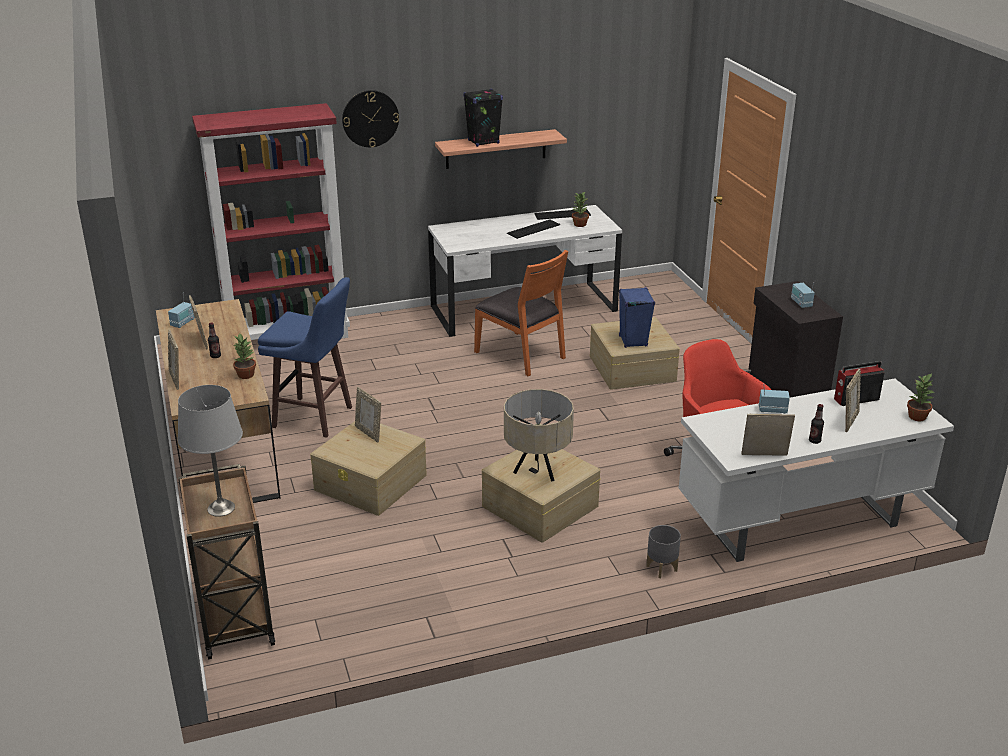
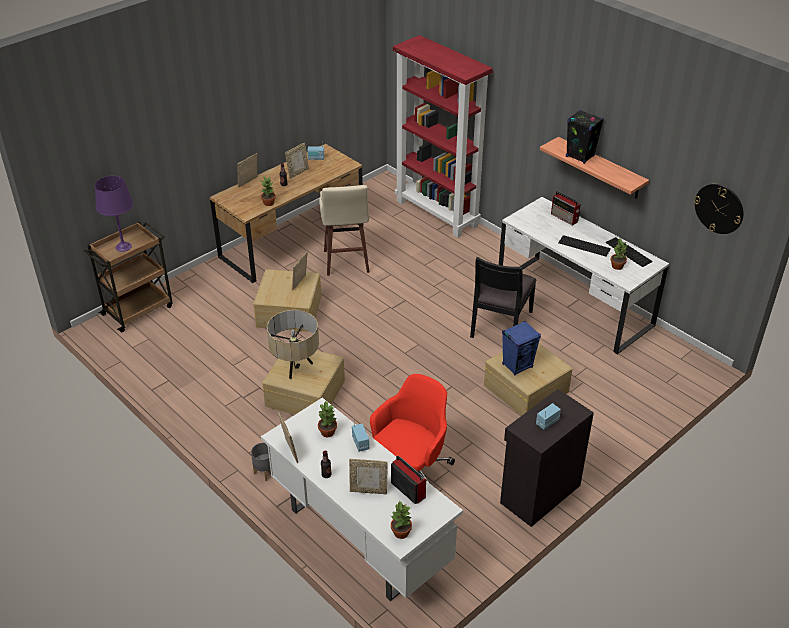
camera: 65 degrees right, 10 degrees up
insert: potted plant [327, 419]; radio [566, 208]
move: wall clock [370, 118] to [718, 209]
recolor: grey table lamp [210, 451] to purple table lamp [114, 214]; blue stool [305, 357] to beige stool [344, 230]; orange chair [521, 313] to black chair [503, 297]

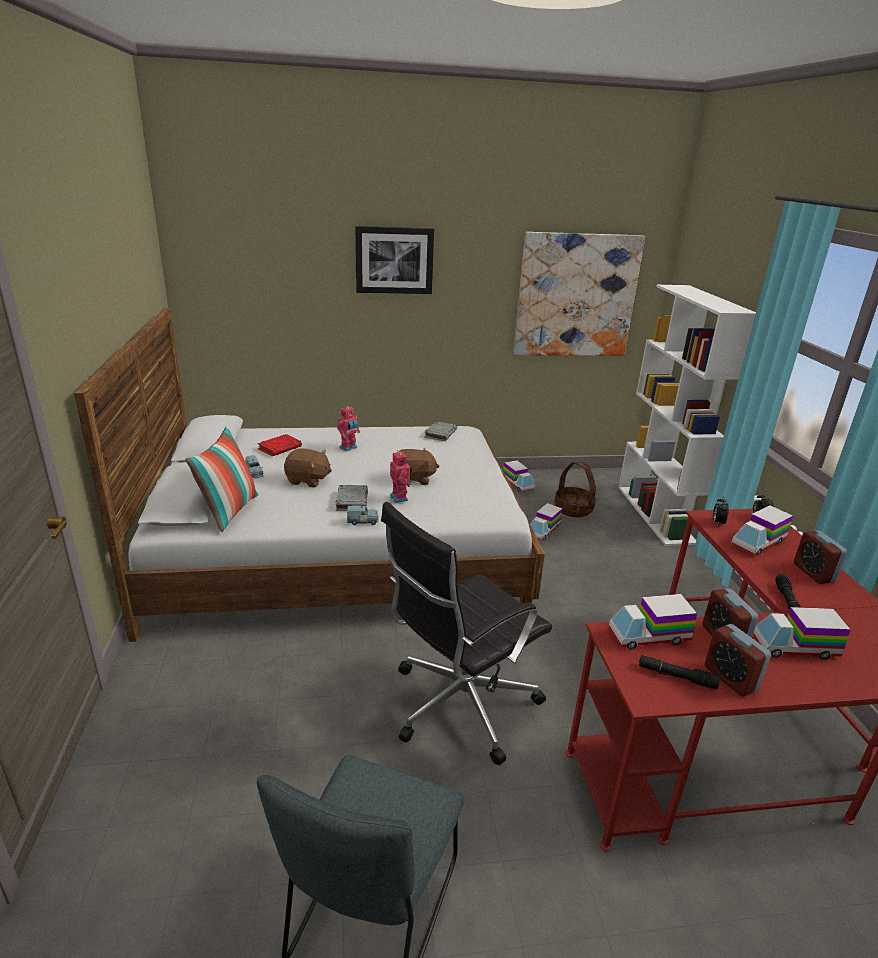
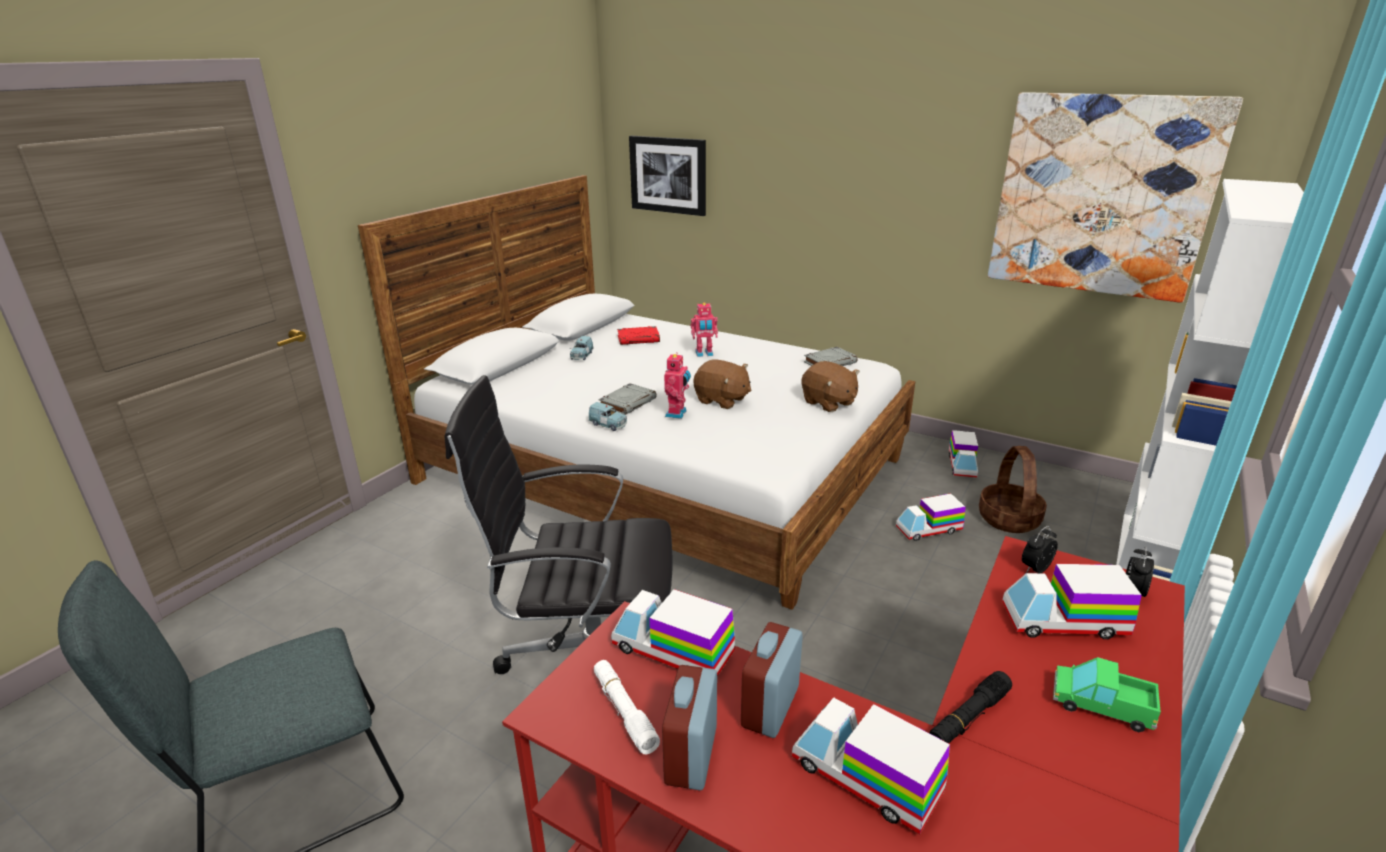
camera: 40 degrees right, 0 degrees up
delete: pillow [221, 479]
move: brown plush toy [308, 467] to [831, 386]; picture [394, 260] to [667, 176]
replace: alarm clock [820, 557] to toy truck [1107, 694]
recolor: black flashlight [679, 672] to white flashlight [627, 707]

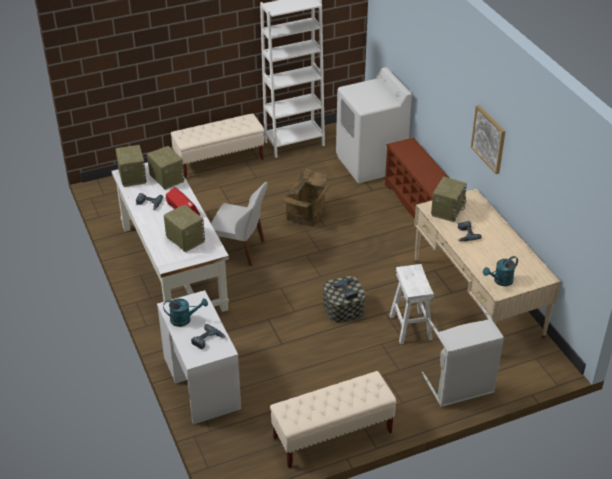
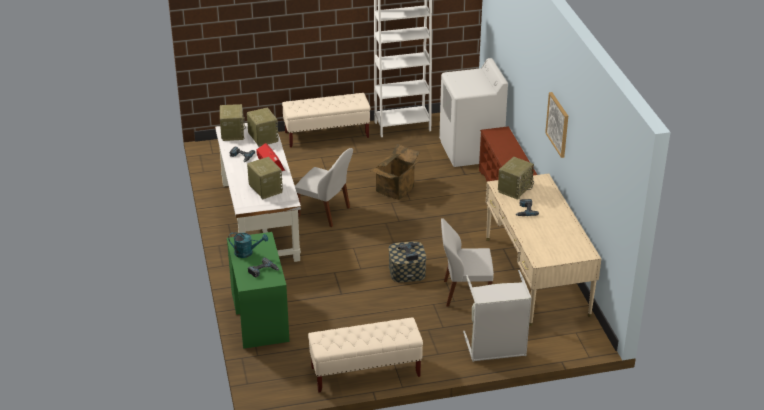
camera: 10 degrees right, 5 degrees down
delete: turquoise watering can [500, 271]
replace: white stool [412, 304] to white chair [467, 262]
recolor: white desk [199, 357] to green desk [258, 290]

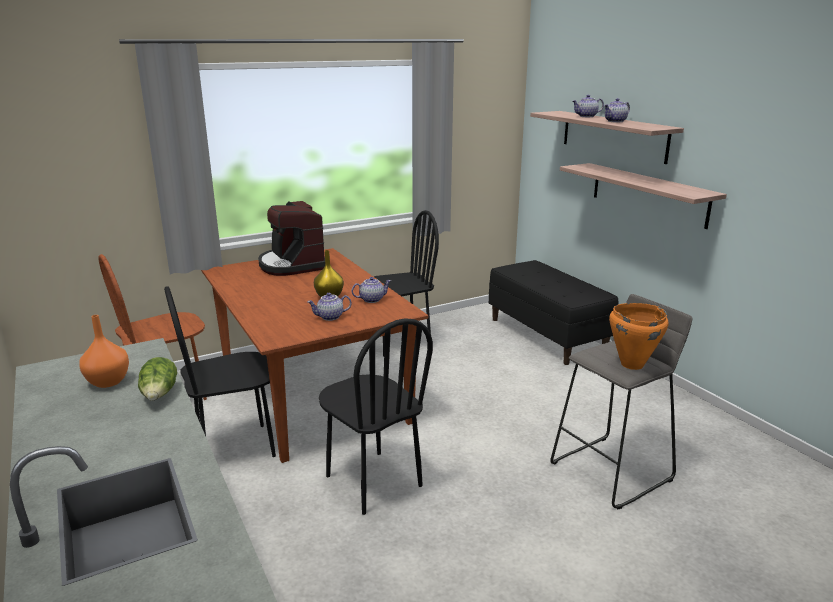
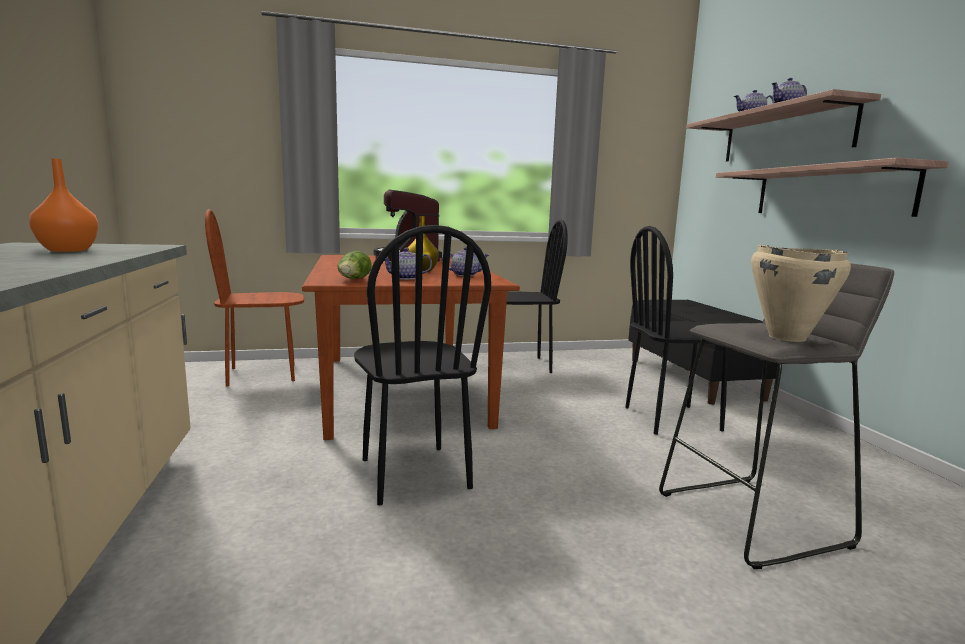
camera: 15 degrees right, 10 degrees down
move: lettuce [157, 379] to [354, 265]; black chair [220, 371] to [676, 330]
recolor: orange cooking pot [638, 336] to beige cooking pot [801, 293]

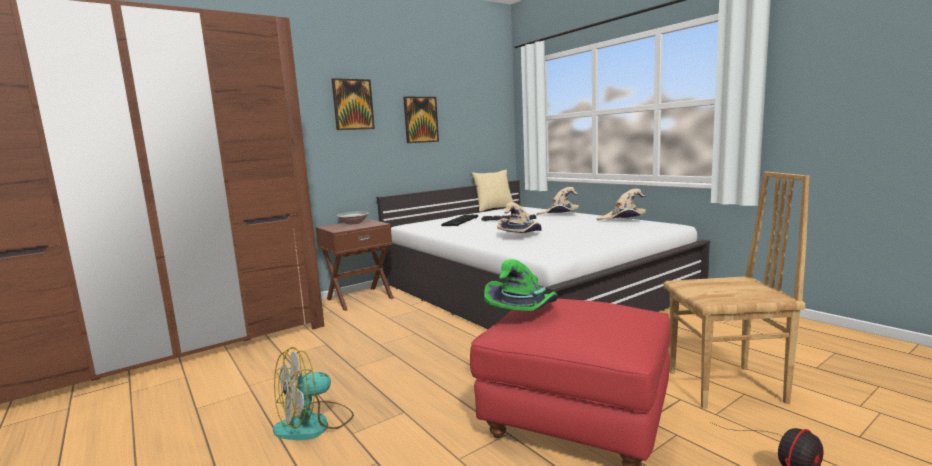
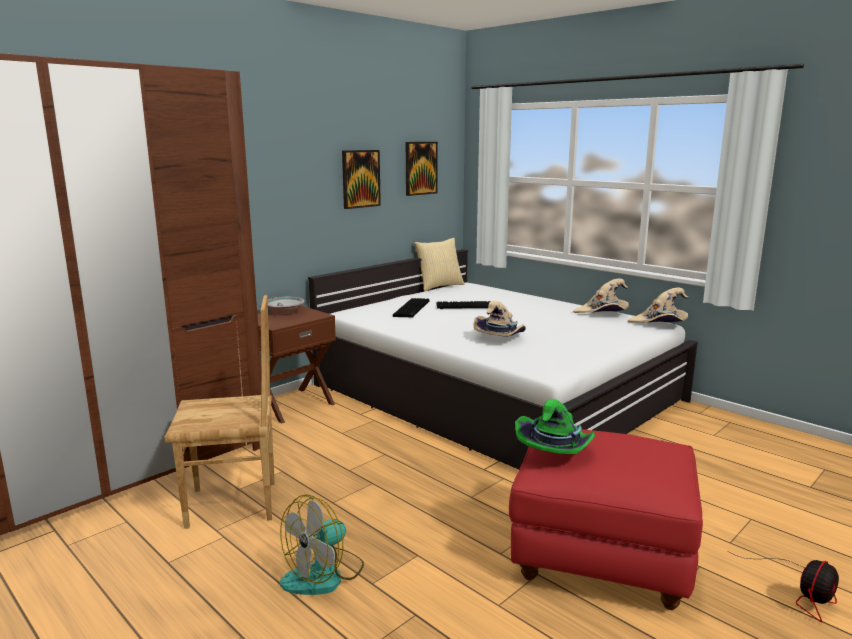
camera: 10 degrees left, 5 degrees up
move: picture [353, 104] to [422, 169]; beige hat [557, 201] to [658, 305]; brown chair [736, 290] to [219, 412]

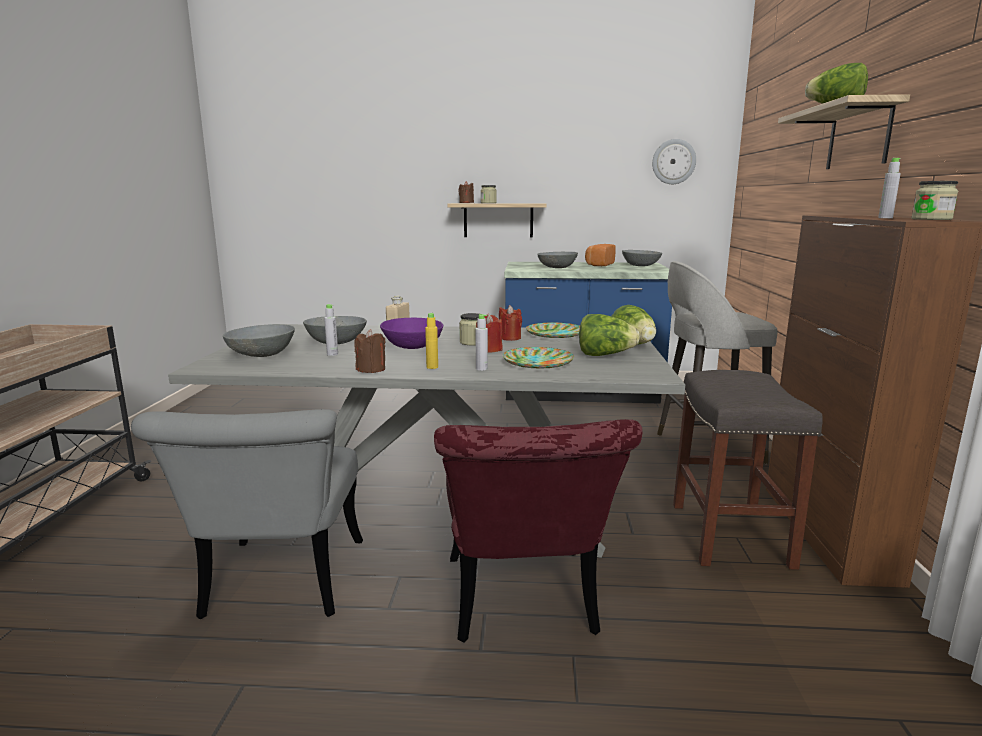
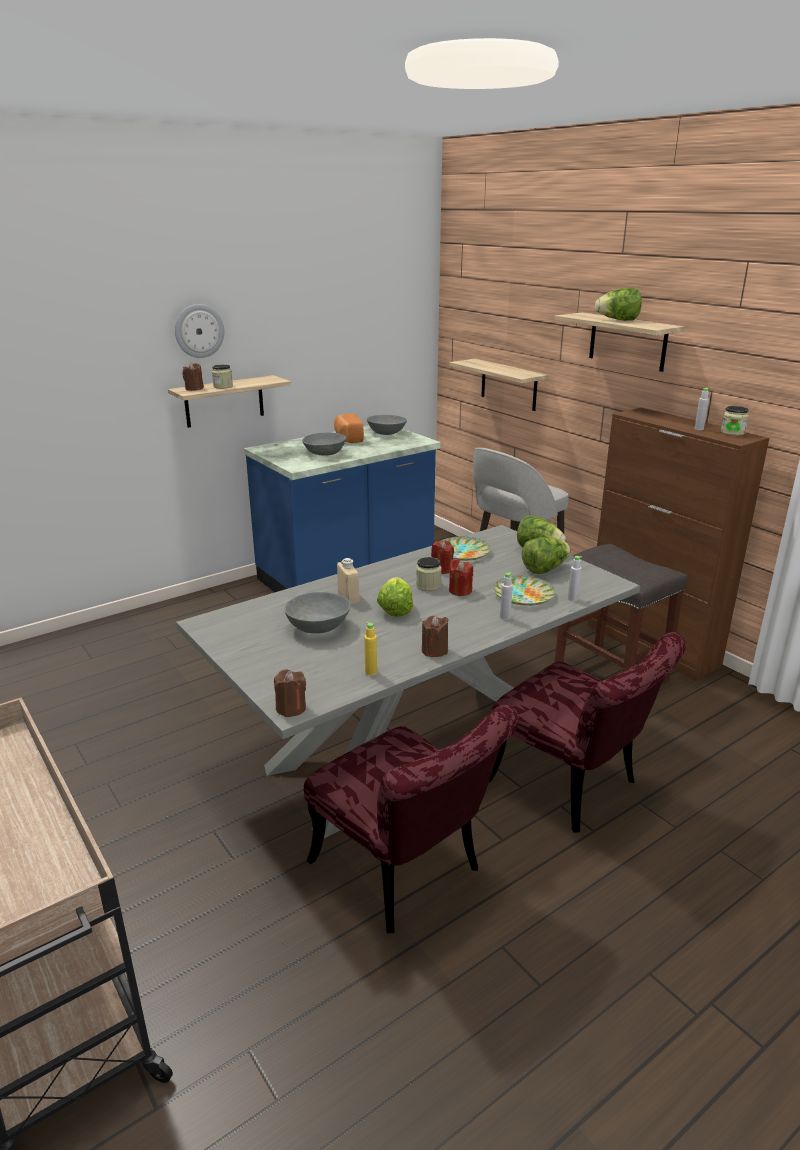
camera: 40 degrees left, 10 degrees up
delete: grey bowl [259, 340]
insert: brown candle [290, 693]; shelf [499, 385]
move: grey bottle [331, 330] to [575, 578]; yellow bottle [431, 341] to [370, 648]; wall clock [674, 161] to [199, 331]
replace: purple bowl [411, 333] to lettuce [395, 597]
recolor: grey chair [247, 514] to red chair [411, 819]

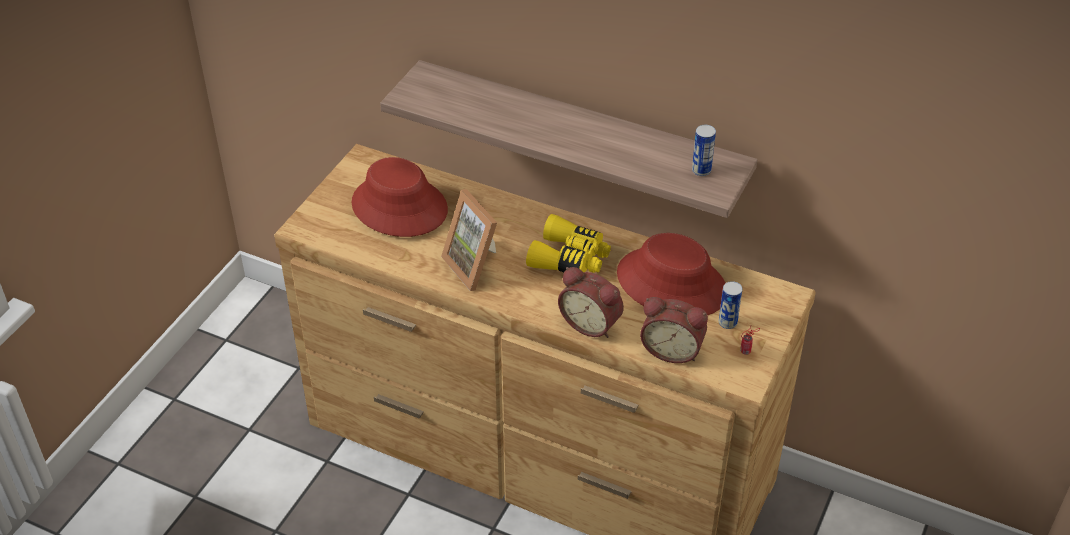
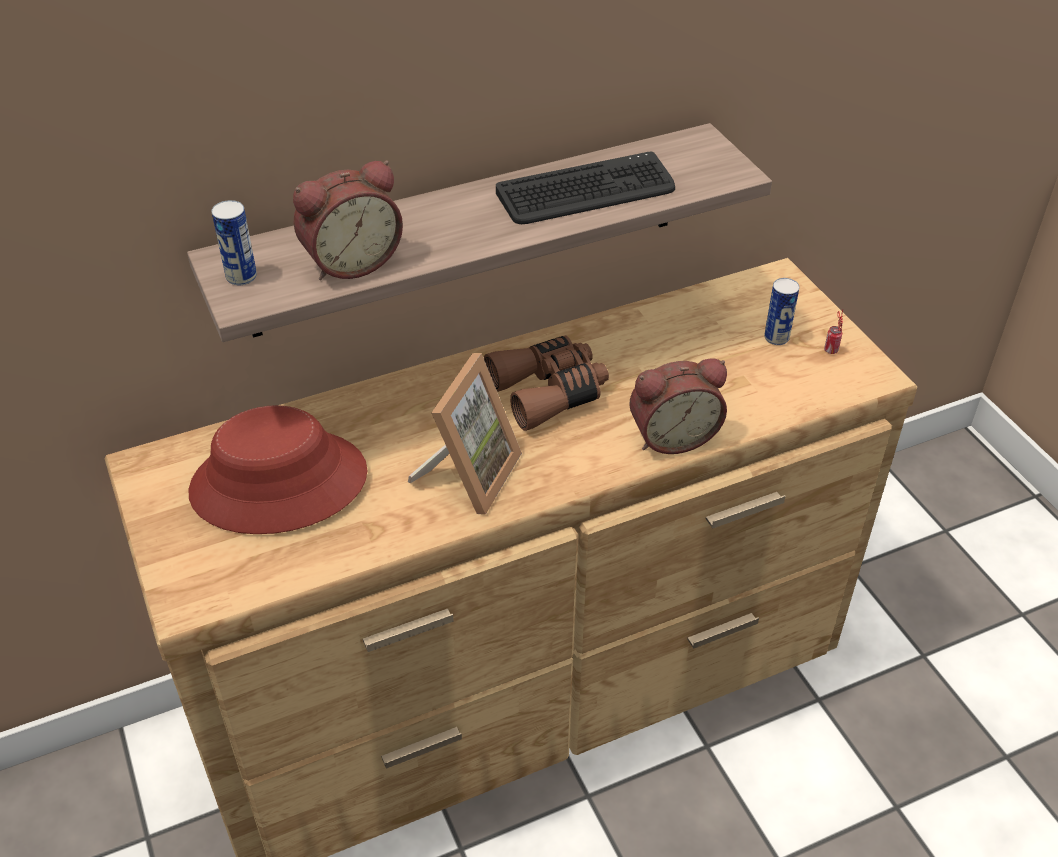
camera: 50 degrees left, 0 degrees up
delete: red hat [671, 274]
insert: keyboard [585, 188]
move: alarm clock [674, 330] to [348, 220]; can [704, 150] to [234, 242]
recolor: yellow binoculars [568, 243] to brown binoculars [546, 383]
rotate: picture frame [469, 240] = [465, 434] 75 degrees counterclockwise

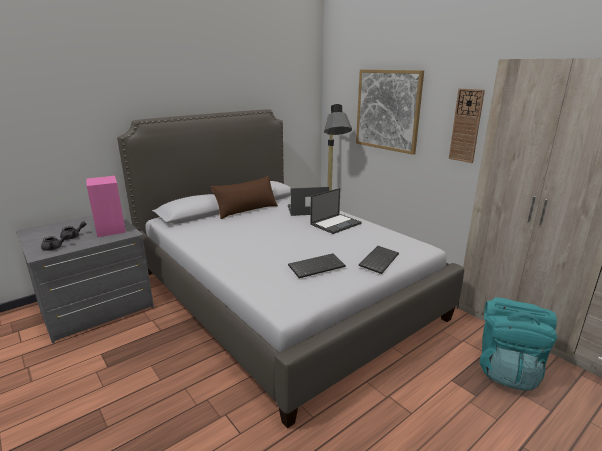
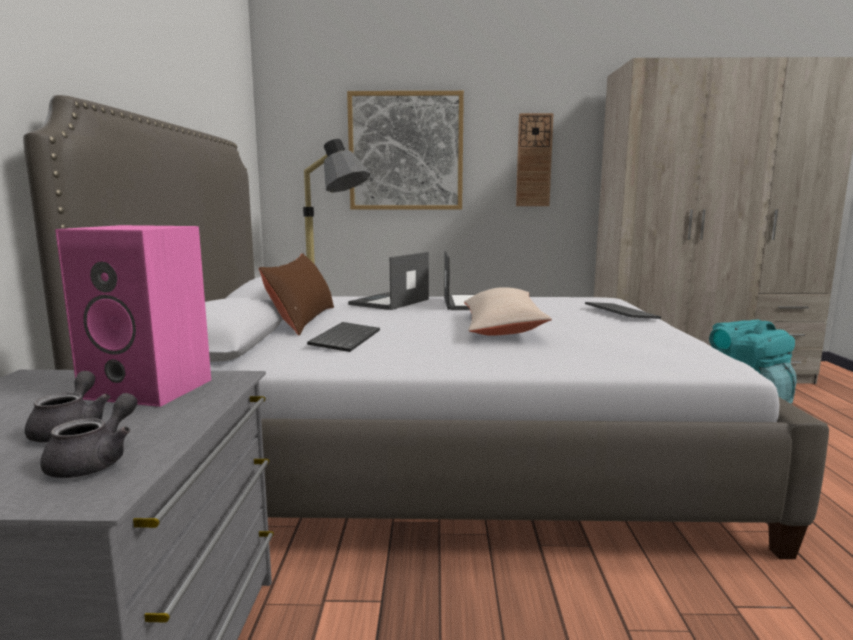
camera: 50 degrees left, 10 degrees down
insert: beige pillow [508, 311]
move: keyboard [317, 265] to [343, 337]

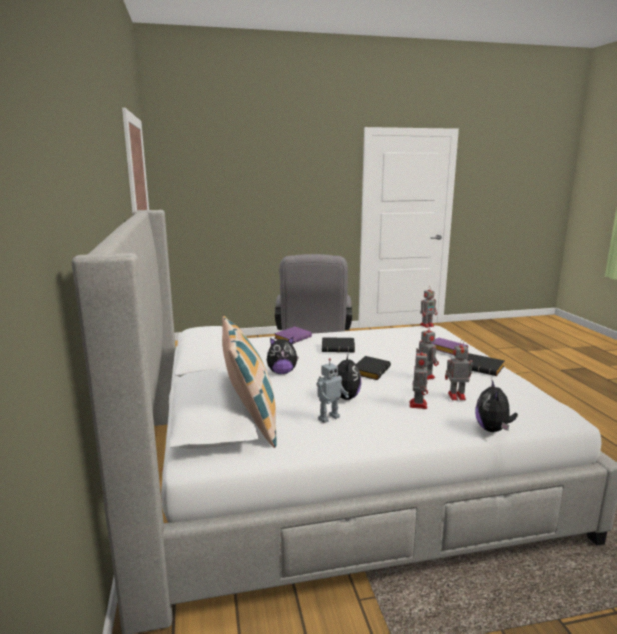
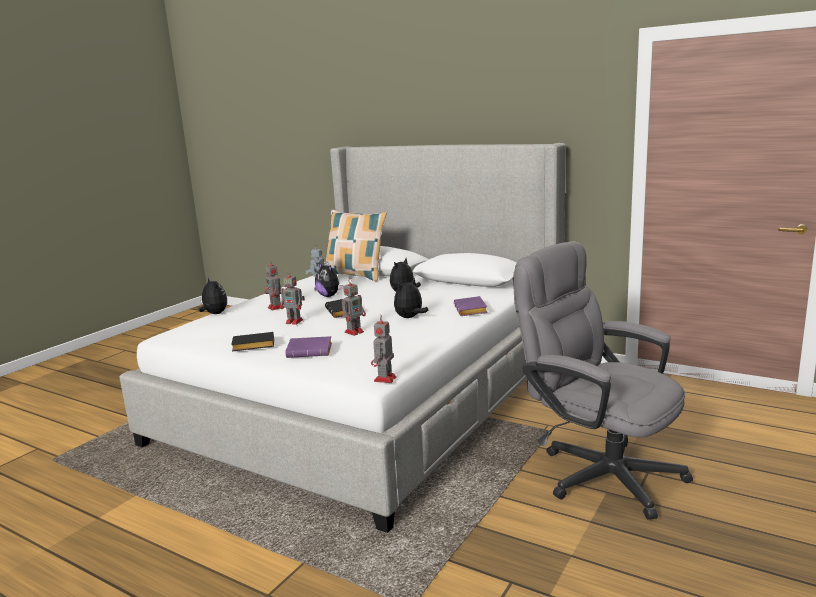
camera: 135 degrees right, 0 degrees up
move: toy robot [459, 370] to [354, 307]
replace: black book [338, 345] to plush toy [411, 298]

